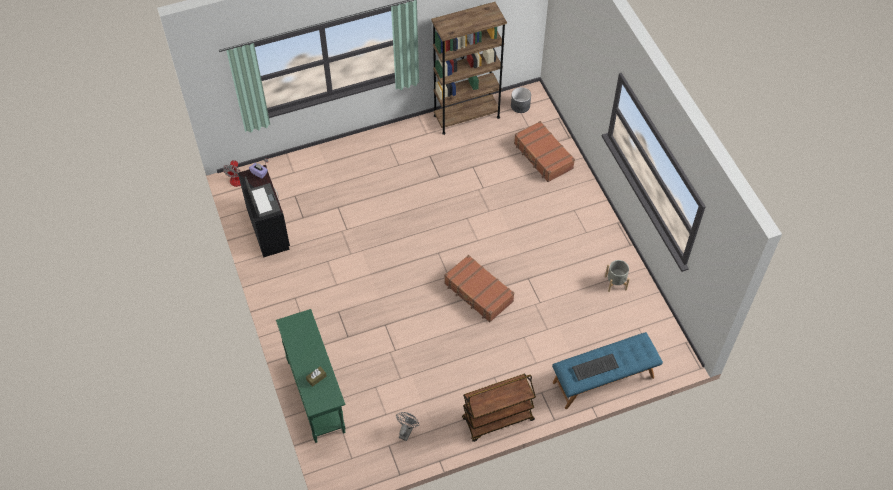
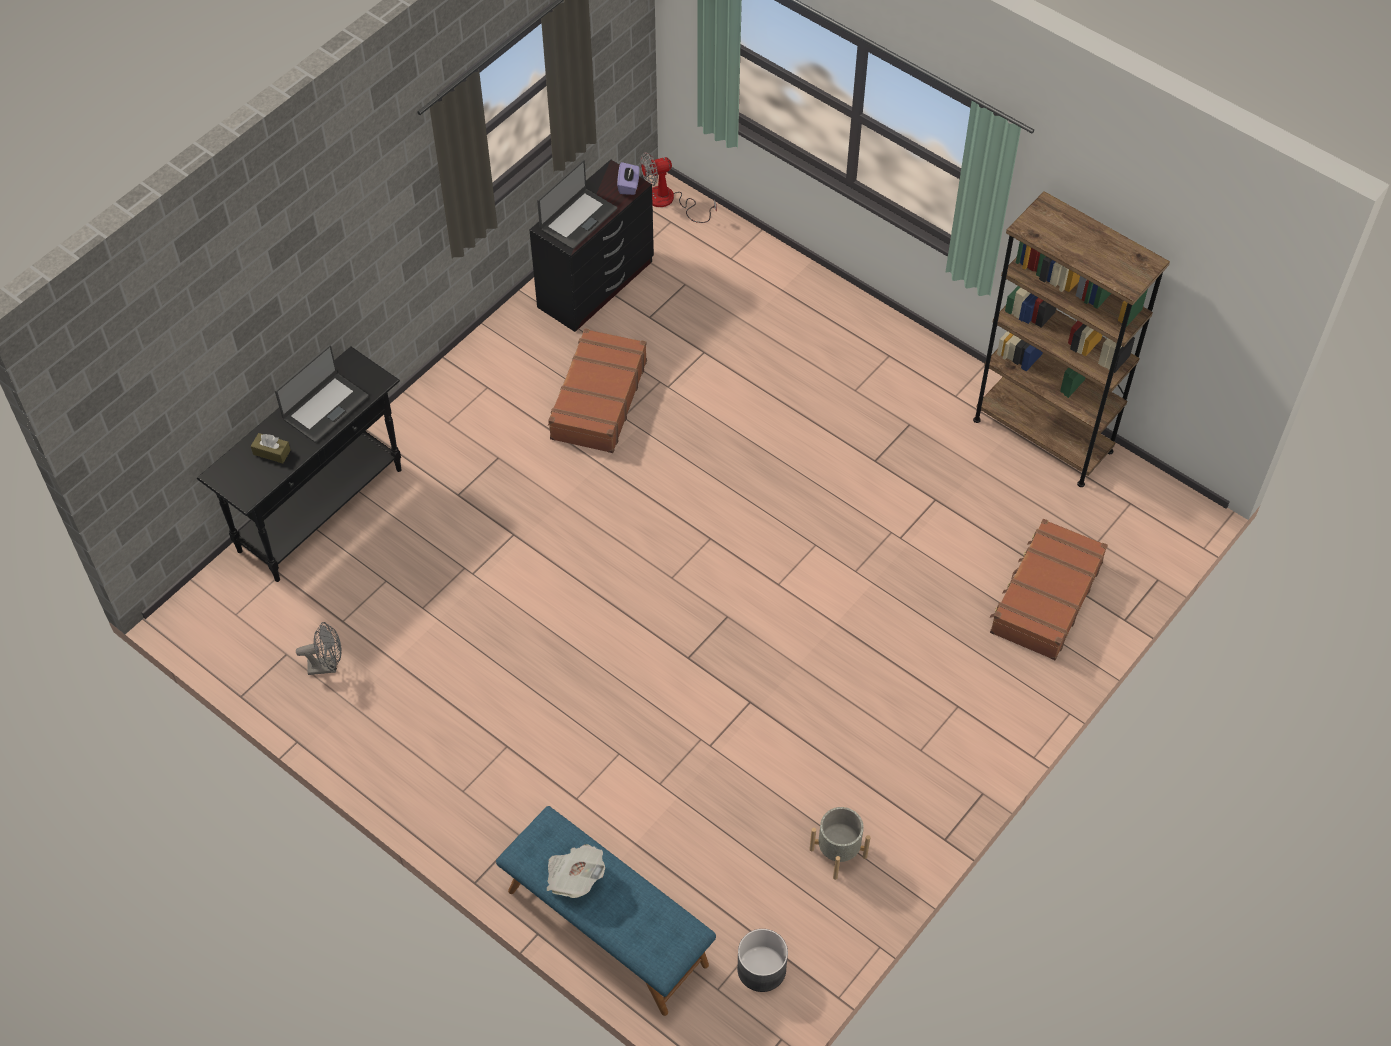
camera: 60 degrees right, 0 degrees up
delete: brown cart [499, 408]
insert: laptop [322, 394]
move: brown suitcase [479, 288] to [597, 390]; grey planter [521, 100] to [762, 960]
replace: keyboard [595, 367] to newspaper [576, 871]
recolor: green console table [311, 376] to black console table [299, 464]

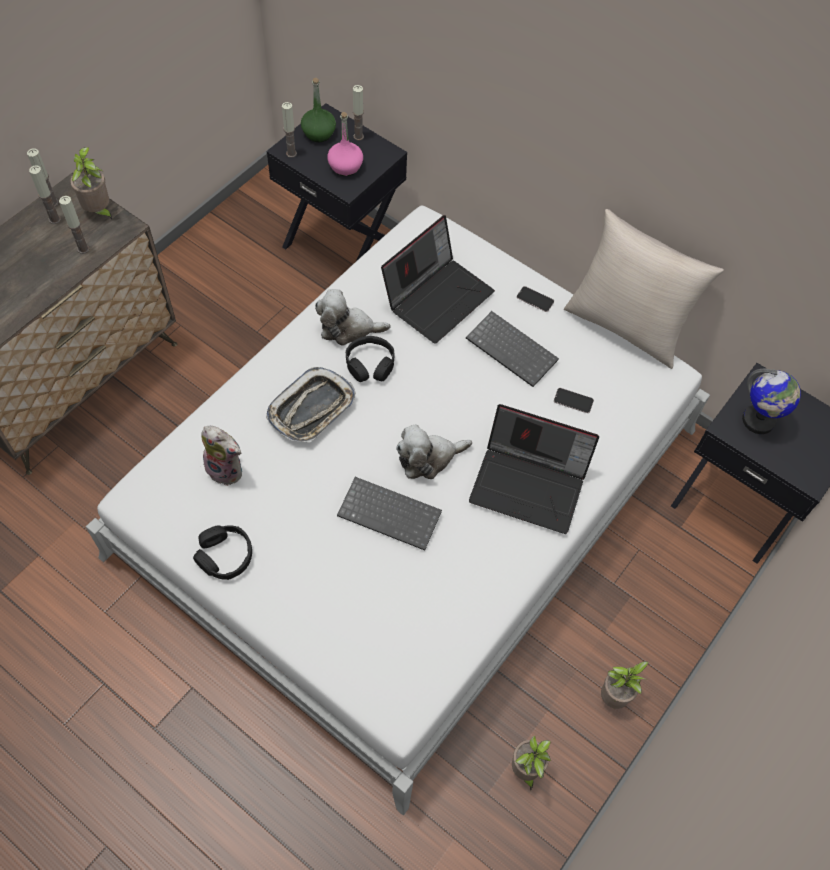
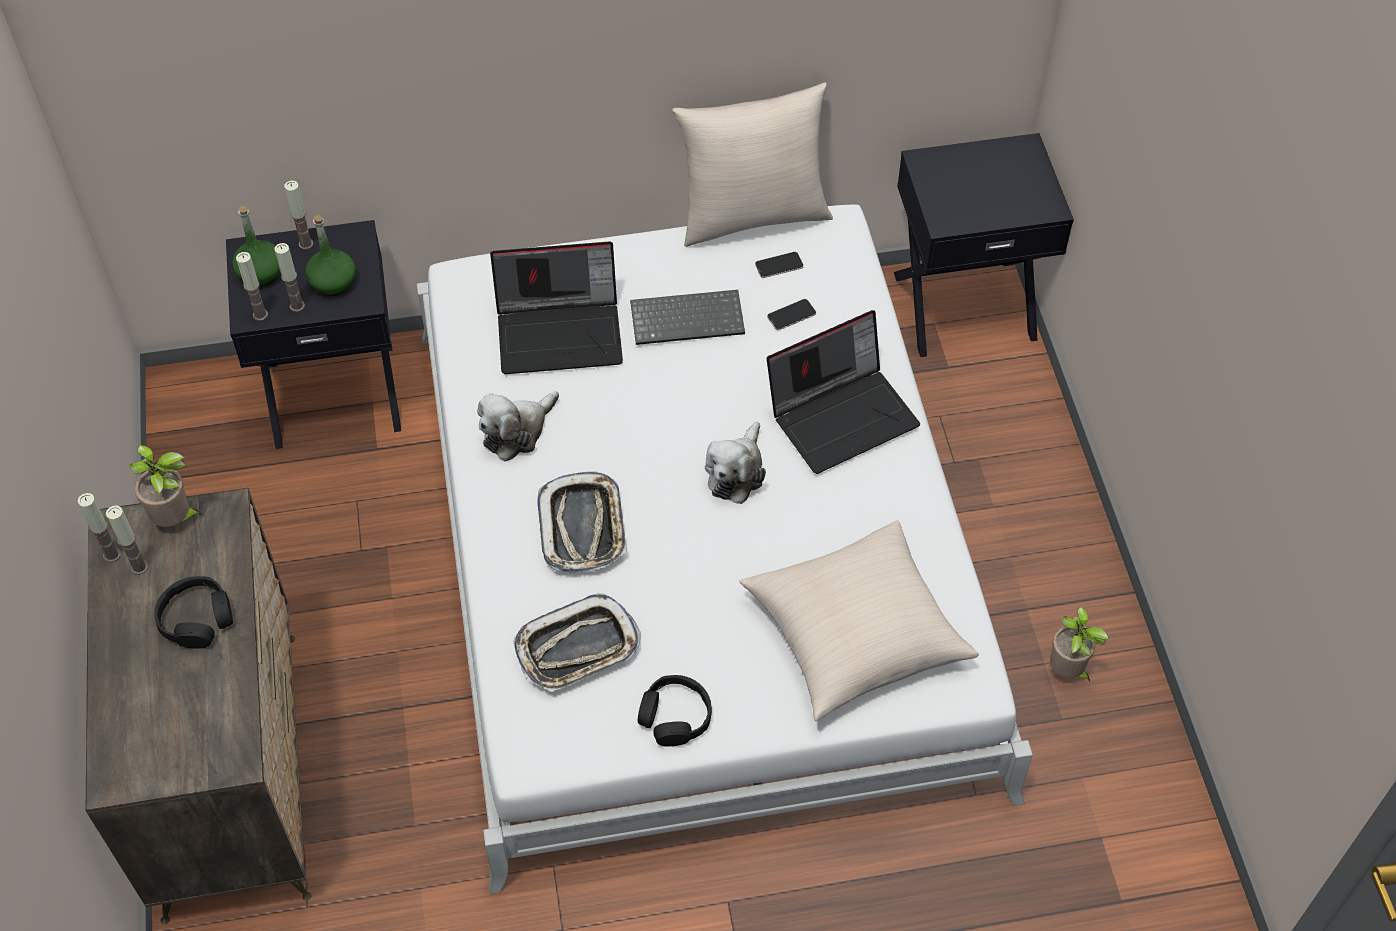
camera: 45 degrees left, 5 degrees down
delete: keyboard [389, 513]; potted plant [625, 685]; globe [771, 401]
insert: beige pillow [859, 620]
move: candle [74, 225] to [289, 277]; black headphones [370, 359] to [193, 612]; phone [535, 299] to [779, 265]
replace: plush toy [221, 456] to tray [577, 643]
recolor: pink bottle [345, 144] to green bottle [330, 255]
rotate: laptop [438, 279] = [556, 307] 90 degrees clockwise

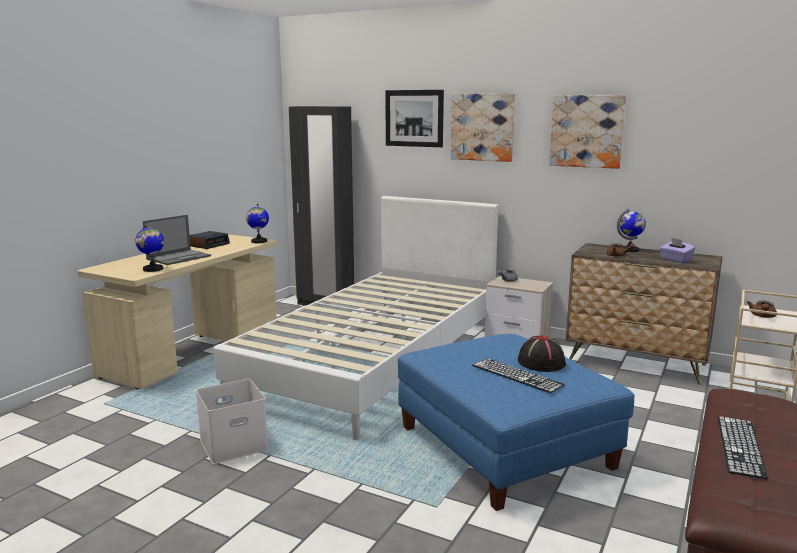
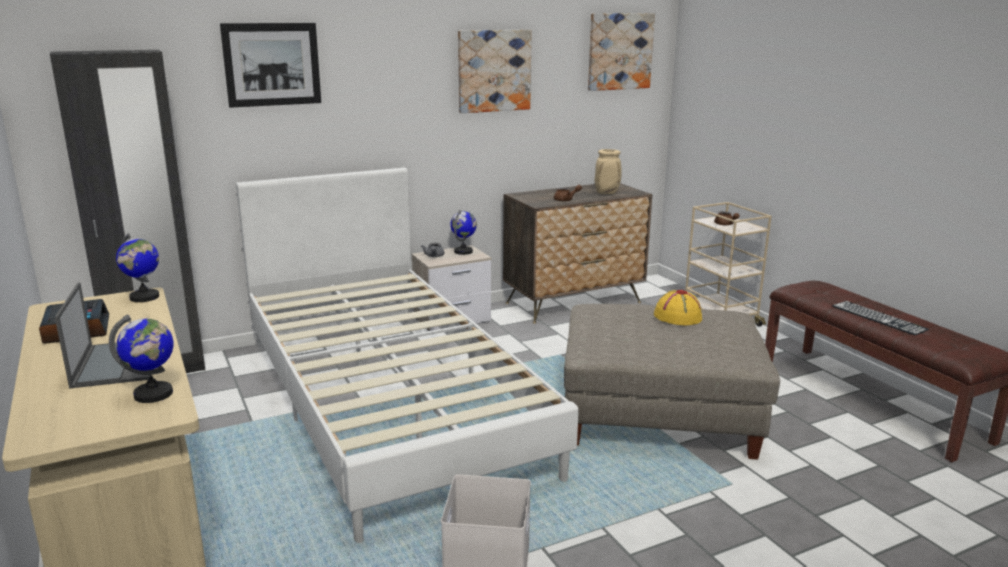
camera: 55 degrees left, 5 degrees up
delete: keyboard [518, 375]
move: picture [483, 127] to [621, 52]; globe [631, 230] to [463, 232]
replace: purple tissue box [677, 250] to beige vase [608, 171]
recolor: blue ottoman [516, 422] to grey ottoman [672, 382]; black hat [542, 354] to yellow hat [678, 307]

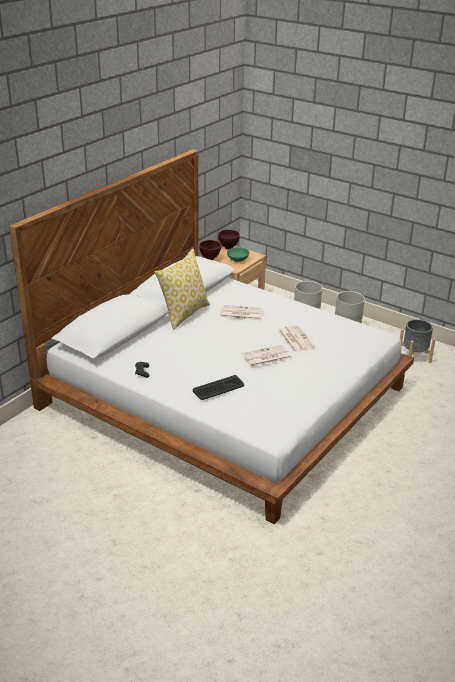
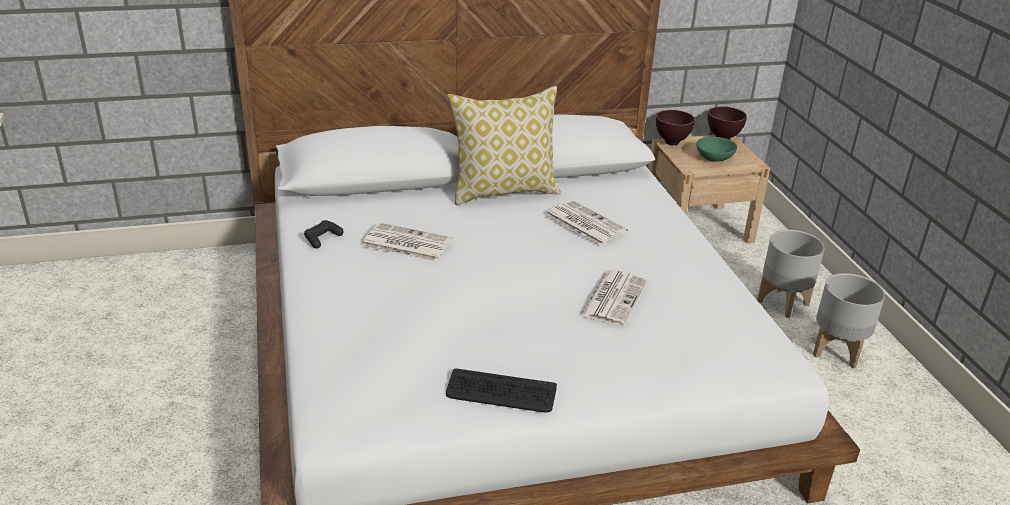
camera: 40 degrees right, 0 degrees up
delete: grey planter [418, 341]
move: keyboard [218, 387] to [501, 391]; newspaper [267, 356] to [407, 242]

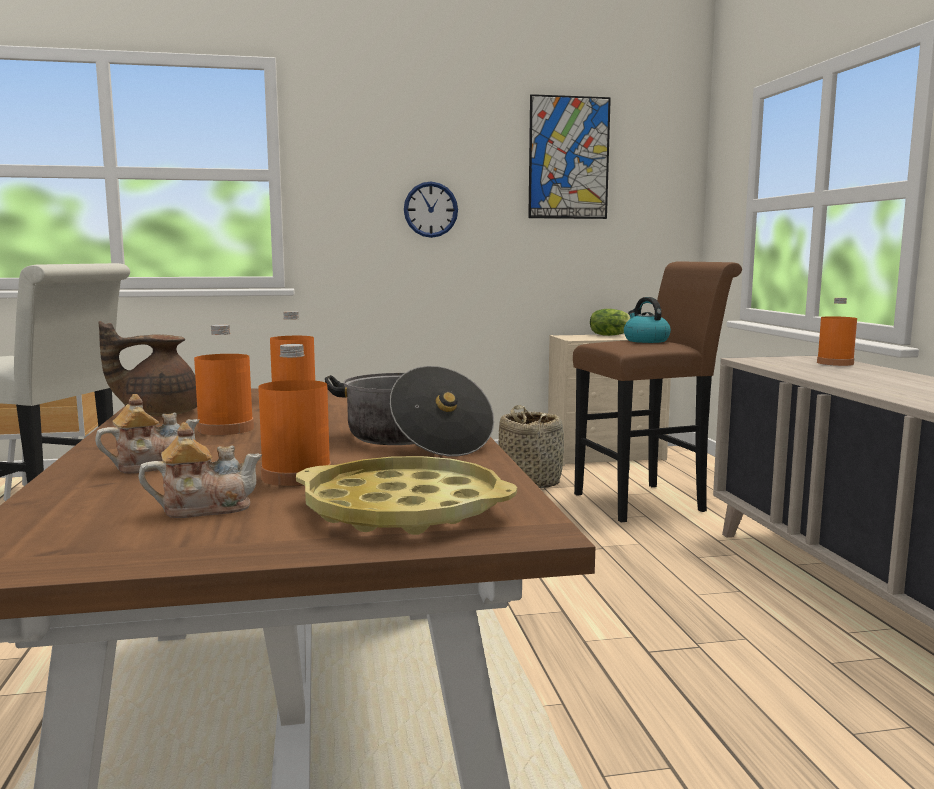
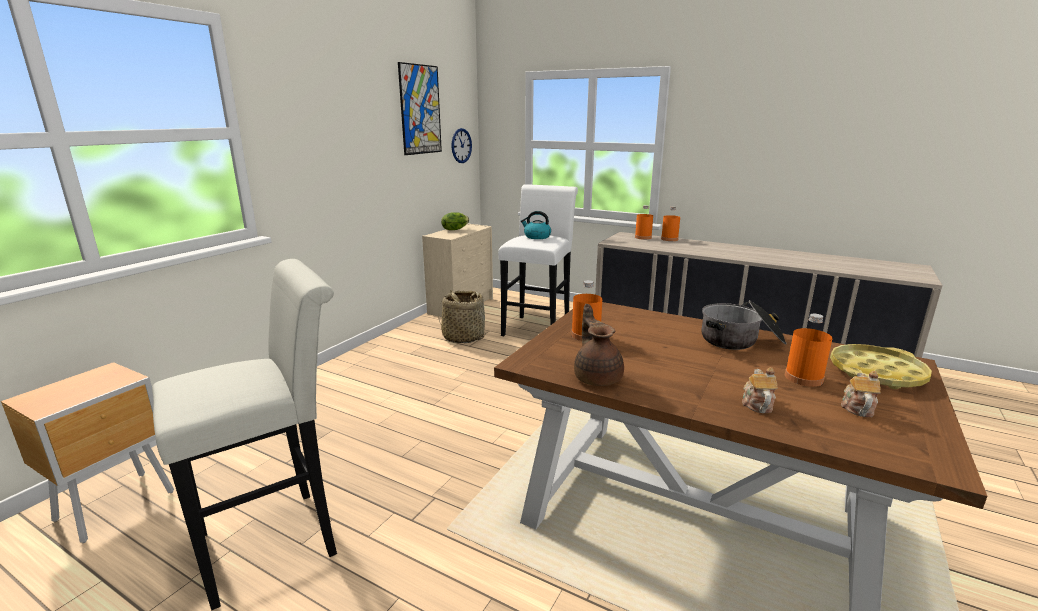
camera: 50 degrees left, 10 degrees up
move: orange bottle [224, 380] to [670, 224]; wall clock [431, 210] to [461, 145]
recolor: brown stool [657, 392] to white stool [538, 260]
rotate: brown teapot [148, 368] = [599, 345] 150 degrees clockwise

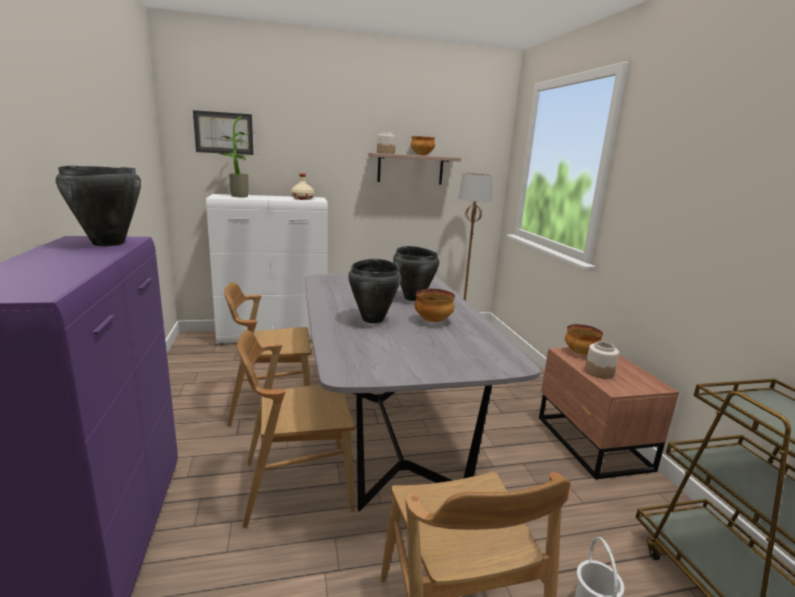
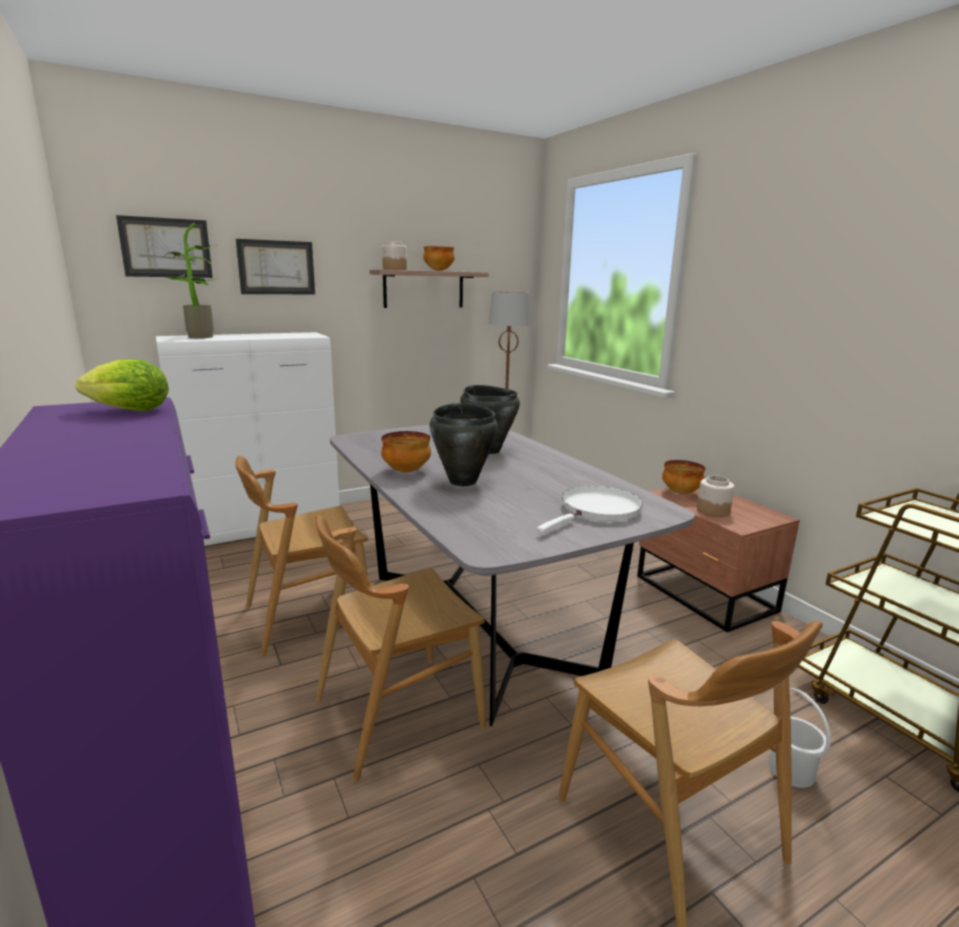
camera: 15 degrees left, 0 degrees up
delete: beige bottle [302, 186]
insert: picture [275, 266]; white frying pan [590, 509]
move: bowl [435, 305] to [406, 451]
replace: black cooking pot [98, 205] to lettuce [122, 385]

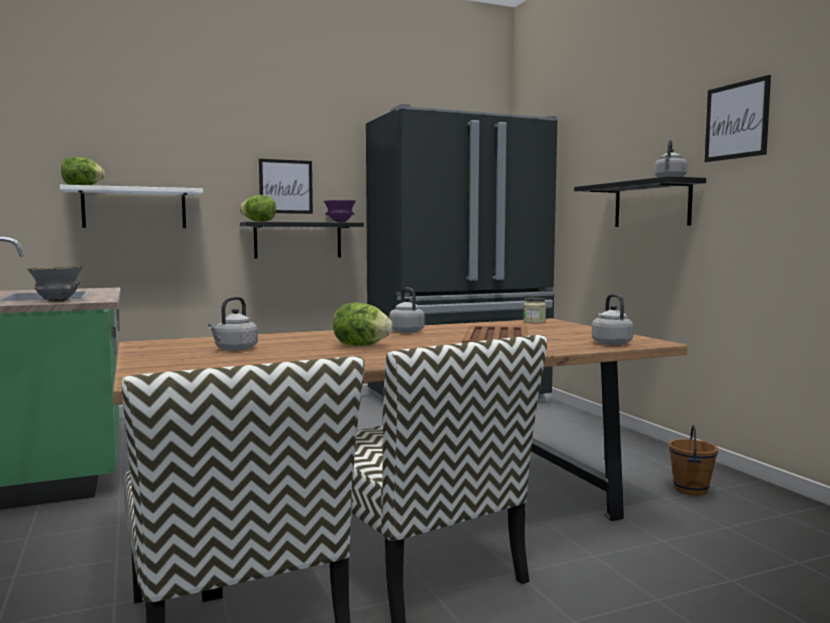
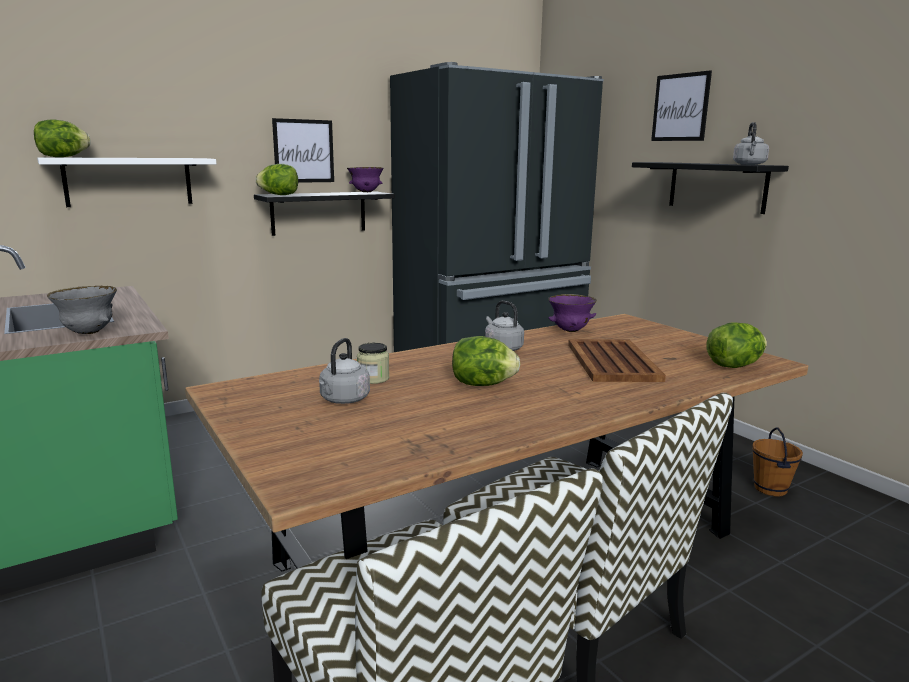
camera: 10 degrees left, 10 degrees up
insert: purple bowl [572, 313]
move: jar [534, 310] to [373, 363]; picture [738, 118] to [681, 105]
replace: grey kettle [613, 319] to lettuce [736, 345]

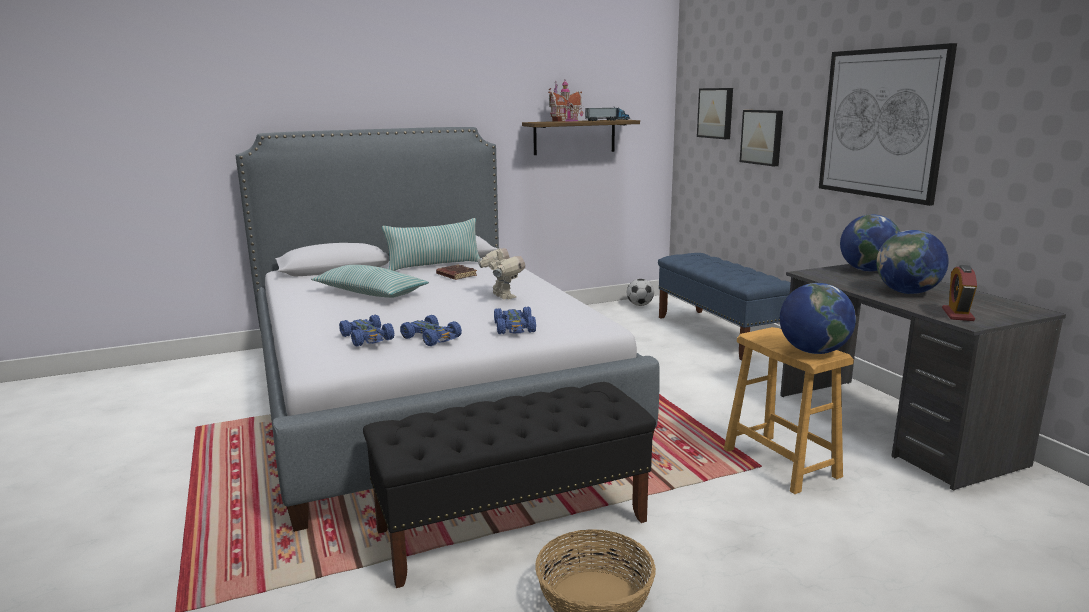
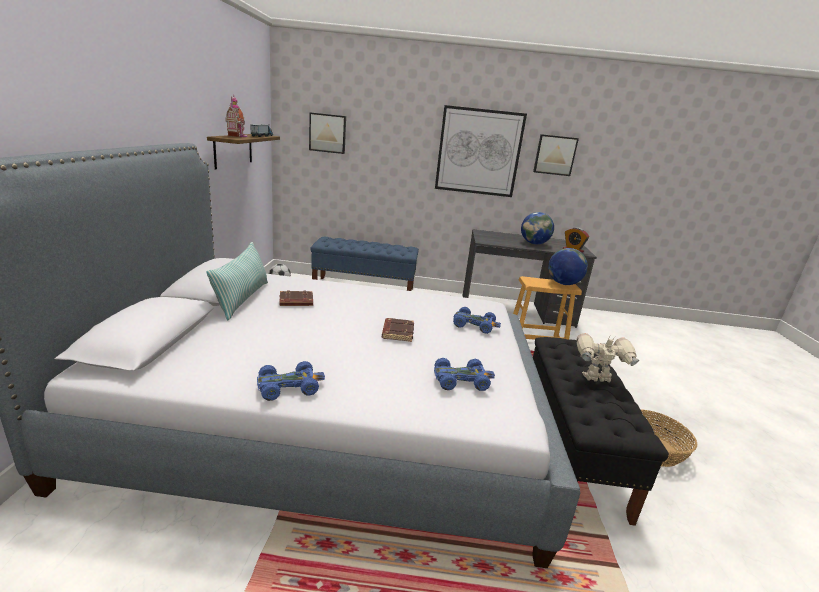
camera: 65 degrees left, 5 degrees up
delete: pillow [370, 281]; globe [870, 242]
insert: brown book [398, 330]
move: blue toy car [431, 330] to [291, 381]; toy robot [501, 272] to [607, 357]; picture [761, 138] to [556, 155]

